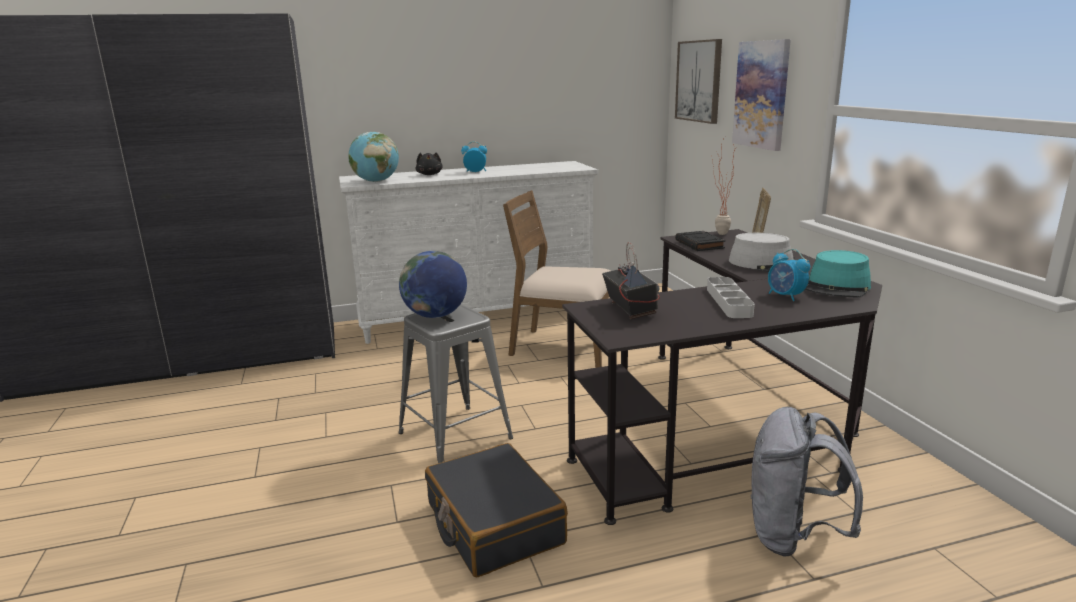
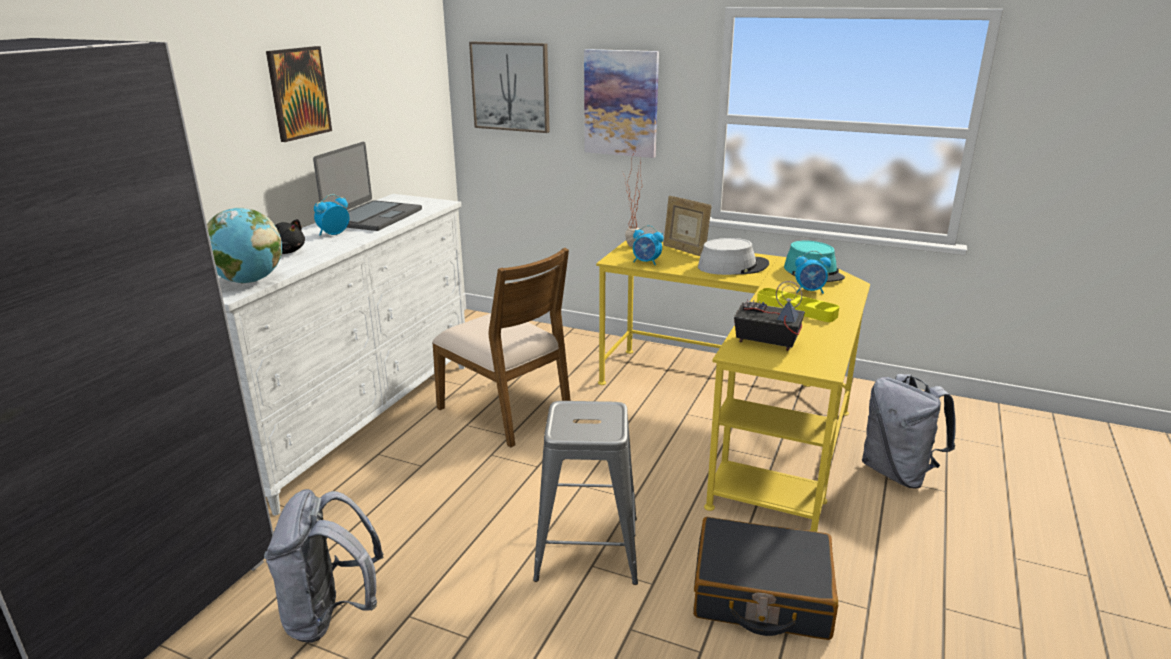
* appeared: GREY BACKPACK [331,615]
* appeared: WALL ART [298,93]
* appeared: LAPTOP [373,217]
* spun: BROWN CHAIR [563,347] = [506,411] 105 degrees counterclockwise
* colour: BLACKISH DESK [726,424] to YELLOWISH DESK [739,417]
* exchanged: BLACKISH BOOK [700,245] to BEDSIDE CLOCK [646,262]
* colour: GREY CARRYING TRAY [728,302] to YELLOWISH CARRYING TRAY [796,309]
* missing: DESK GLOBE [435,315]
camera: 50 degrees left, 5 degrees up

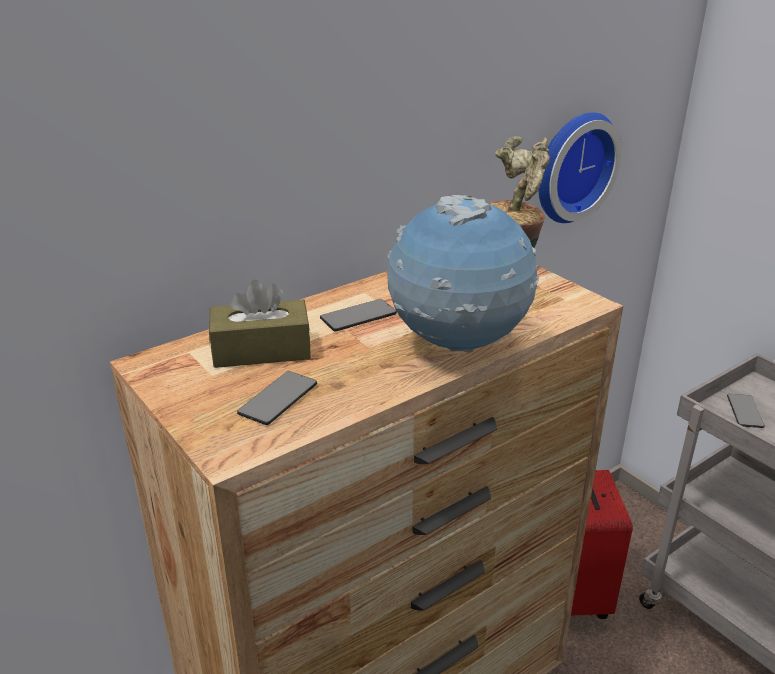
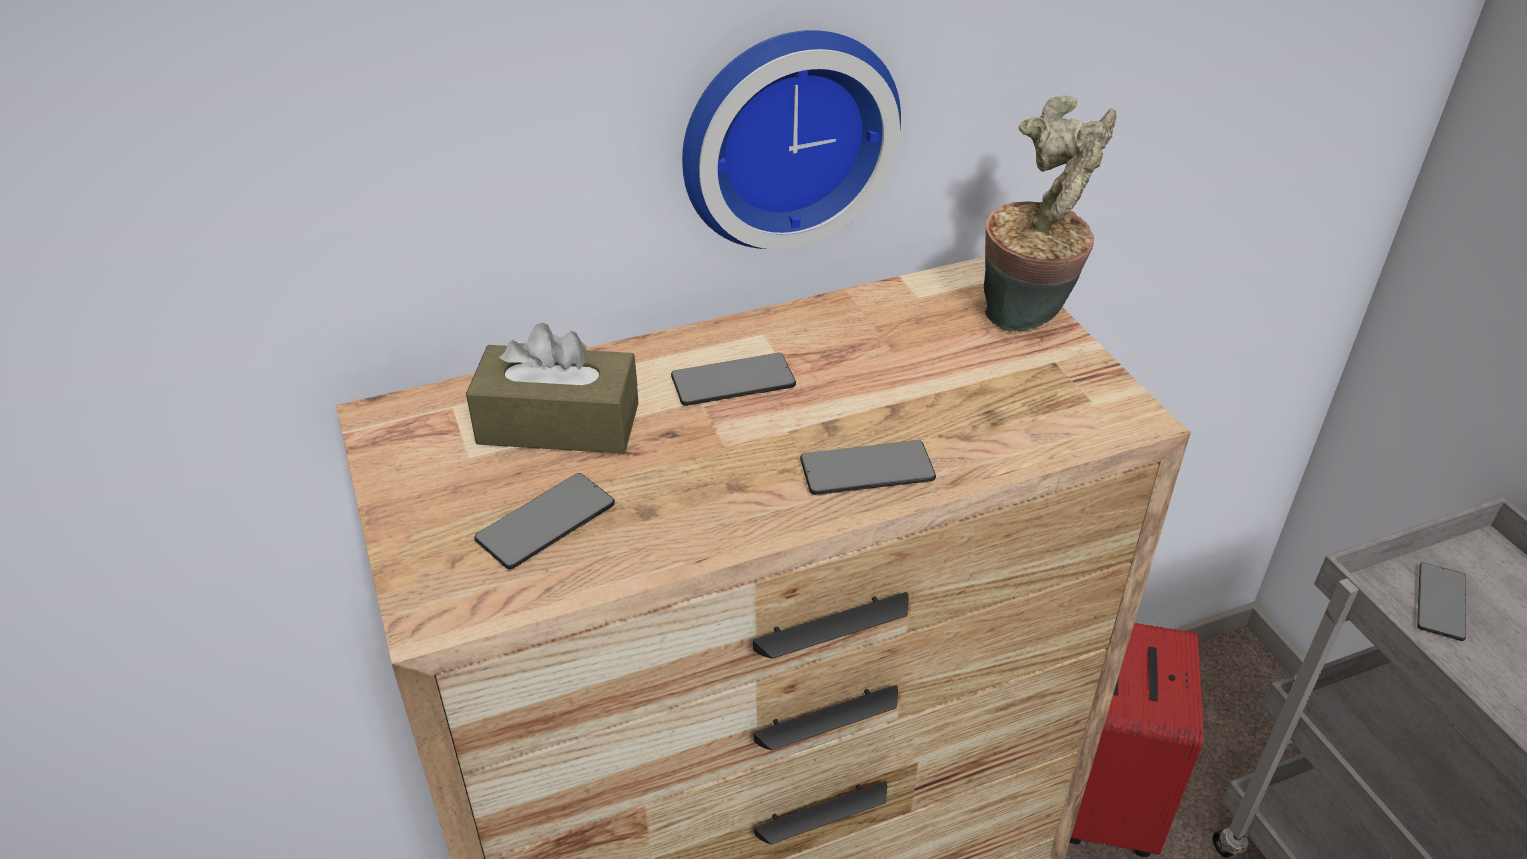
* relocated: CLOCK ON THE WALL [571,166] to [785,135]
* exchanged: DESK GLOBE [458,346] to TELEPHONE [867,470]
camera: 15 degrees right, 10 degrees up

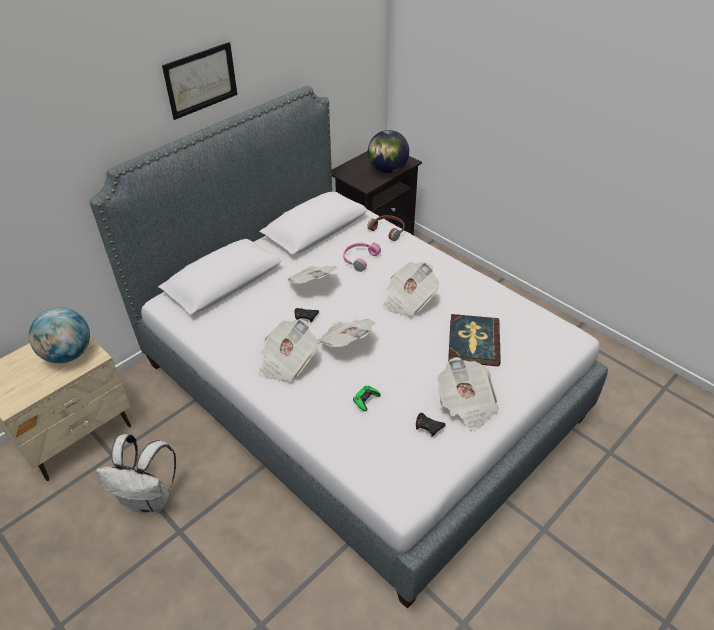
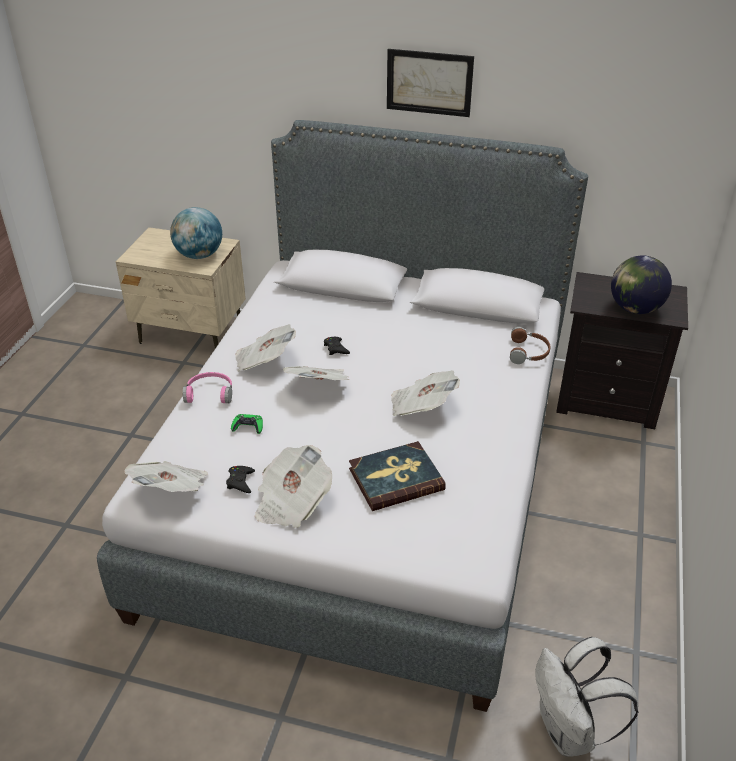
* relocated: DAILY PAPER [312,284] to [172,490]
* relocated: PINK-COLOURED HEADPHONES [359,259] to [210,393]
* relocated: WHITISH BACKPACK [149,500] to [569,731]
camera: 60 degrees right, 5 degrees down

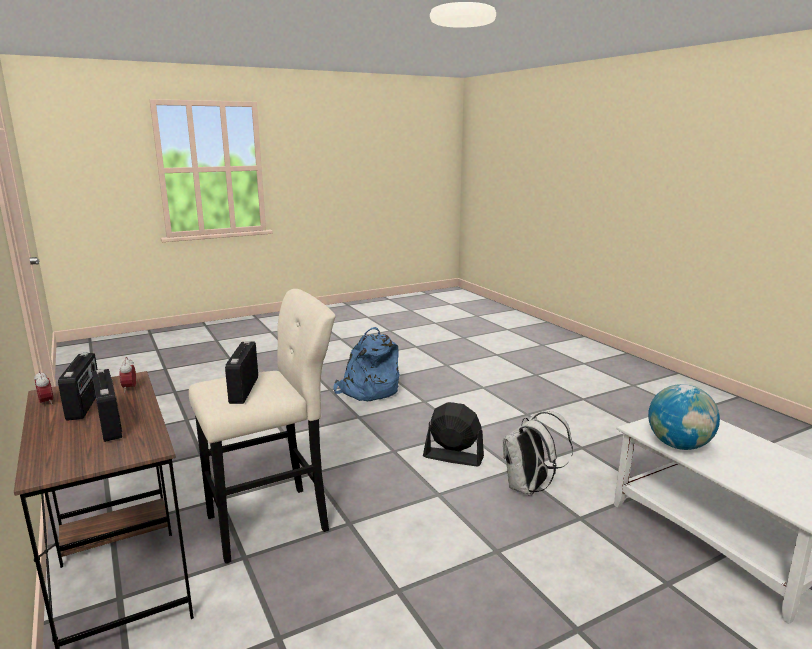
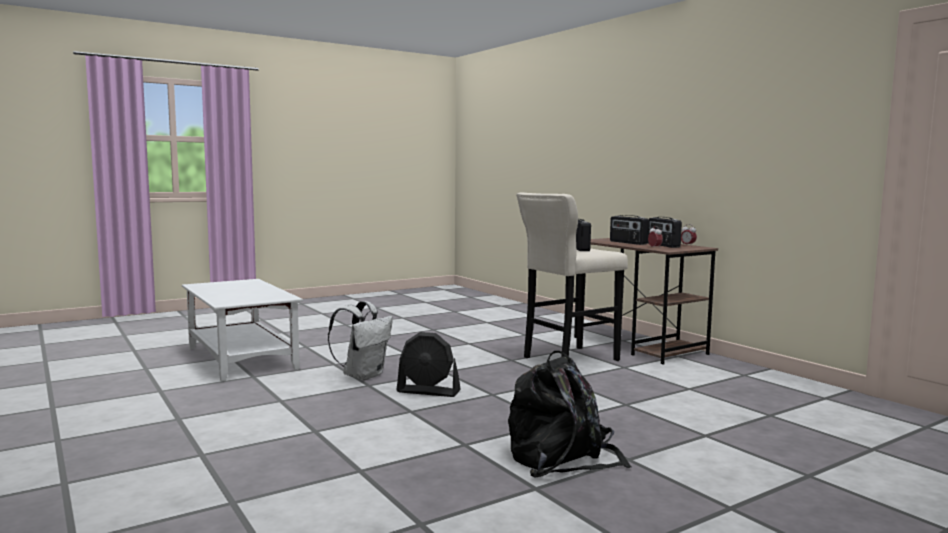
* colour: BLUE BACKPACK [368,391] to BLACKISH BACKPACK [562,458]
* missing: DESK GLOBE [678,445]
camera: 175 degrees right, 10 degrees down

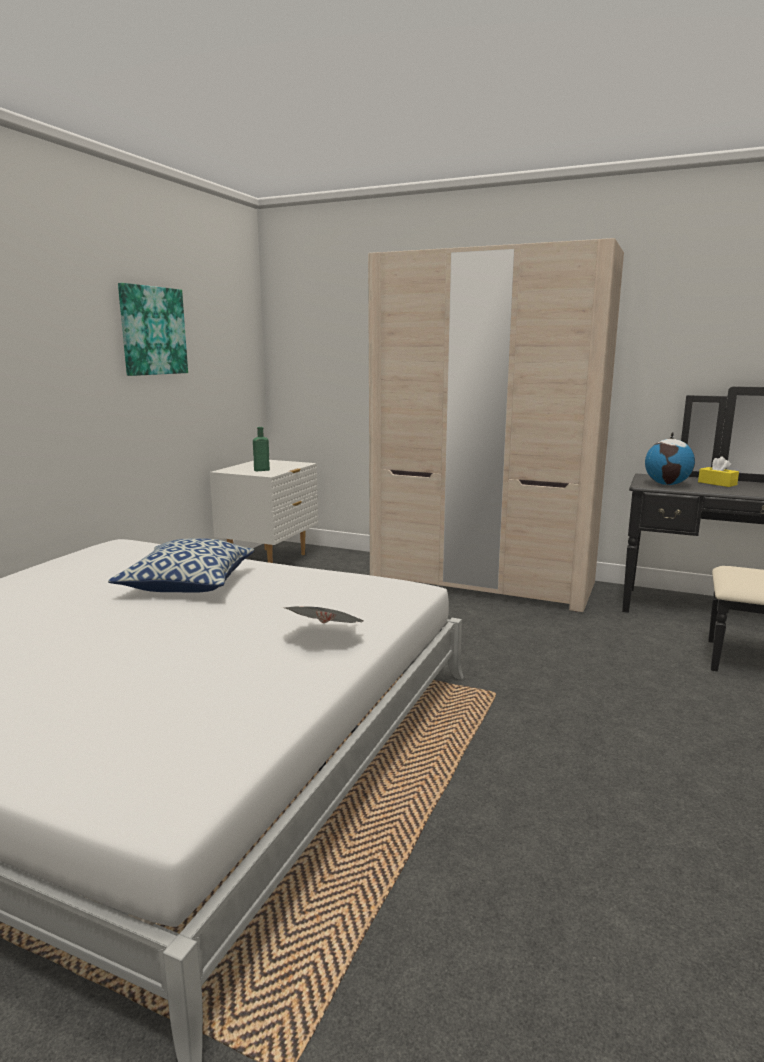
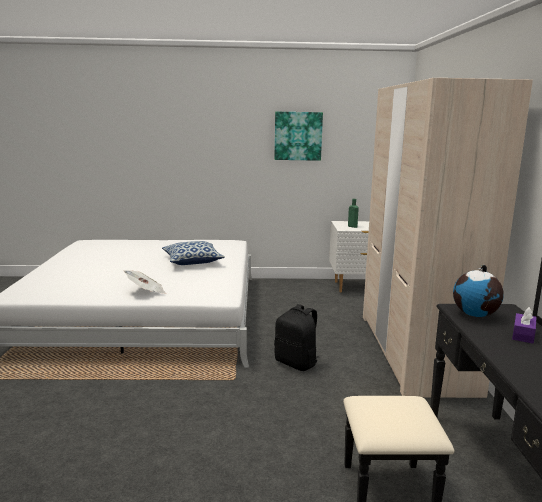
* appeared: BLACKISH BACKPACK [296,363]
* colour: YELLOWISH TISSUE HOLDER [717,483] to PURPLISH TISSUE HOLDER [523,335]
camera: 65 degrees right, 0 degrees up

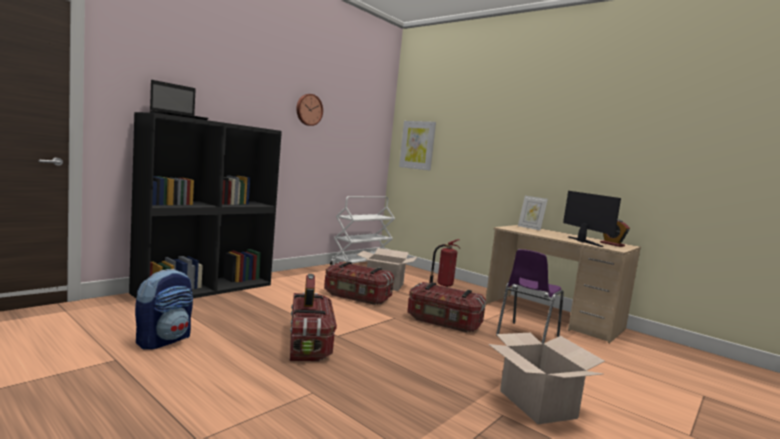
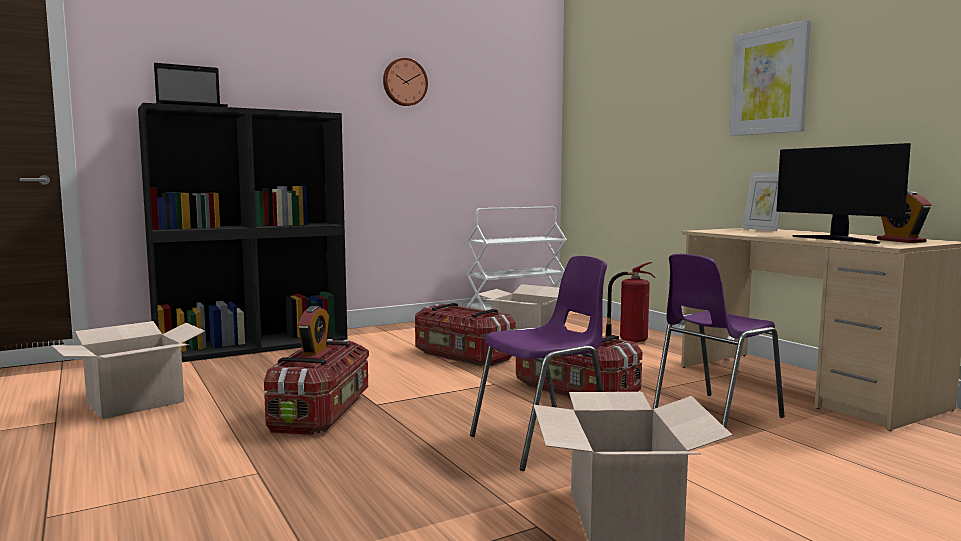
* exchanged: BACKPACK [164,340] to PACKING BOX [135,403]
* appeared: PURPLISH CHAIR [544,442]
* relocated: WALL ART [417,145] to [769,81]
* spun: COMPUTER SCREEN [583,241] = [835,239] 150 degrees clockwise
camera: 20 degrees right, 0 degrees up

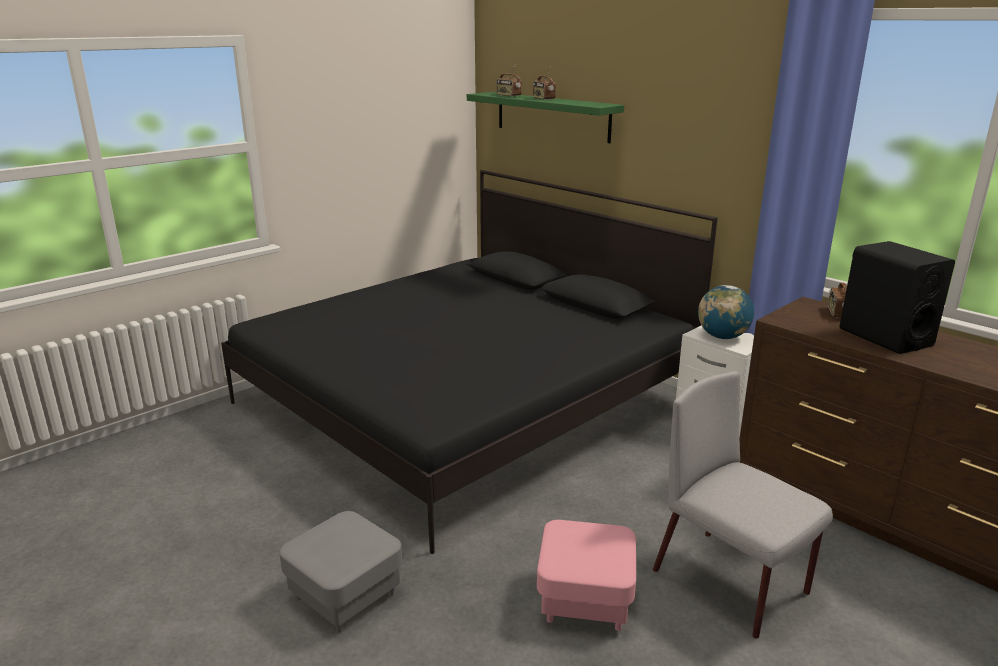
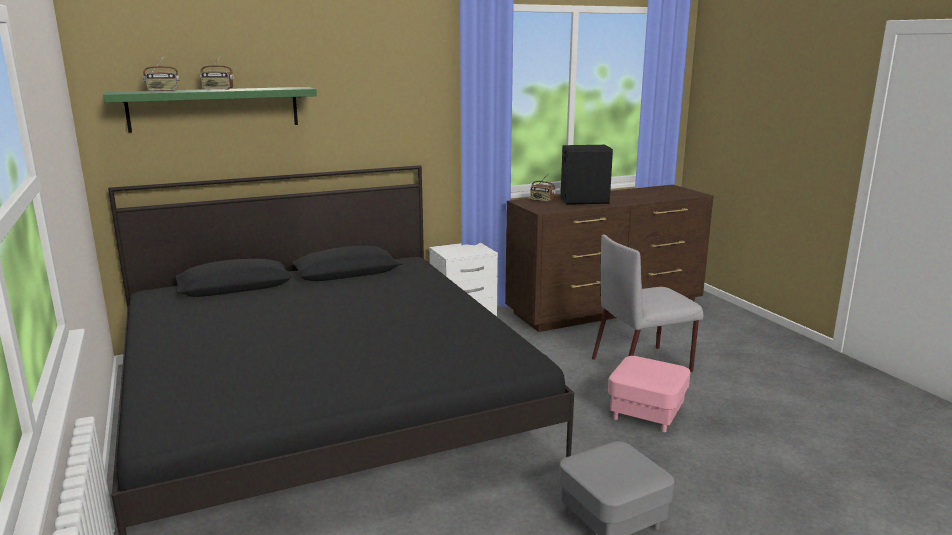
* missing: DESK GLOBE [722,337]
camera: 70 degrees left, 5 degrees down

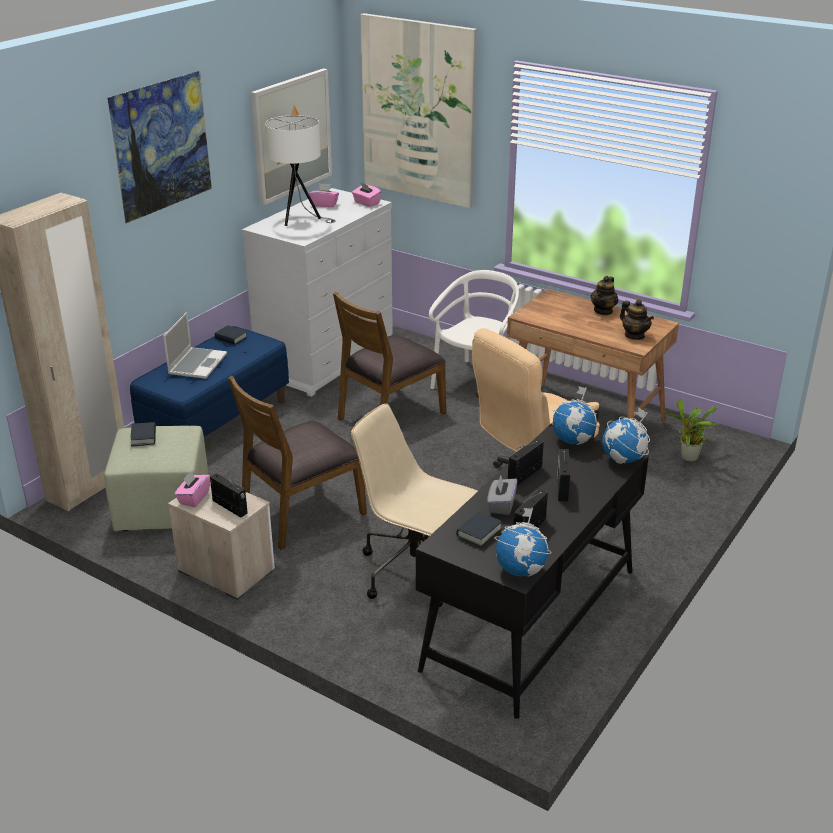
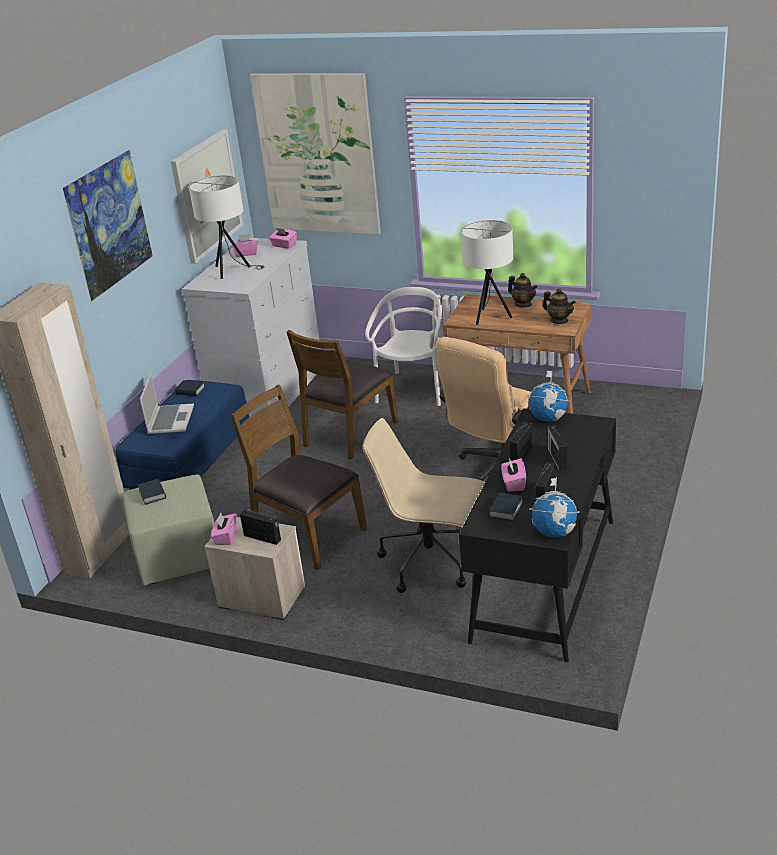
* spun: BROWN CHAIR [301,513] = [307,534] 90 degrees clockwise
* appeared: WHITISH LAMP FOR A TABLE [490,317]
* colour: GREY TISSUE HOLDER [501,505] to PINK-COLOURED TISSUE HOLDER [513,483]
* spun: POT FOR TEA [603,311] = [523,304] 60 degrees counterclockwise
* missing: DESK GLOBE [623,460]
* missing: HOUSEPLANT [687,459]
camera: 10 degrees left, 0 degrees up

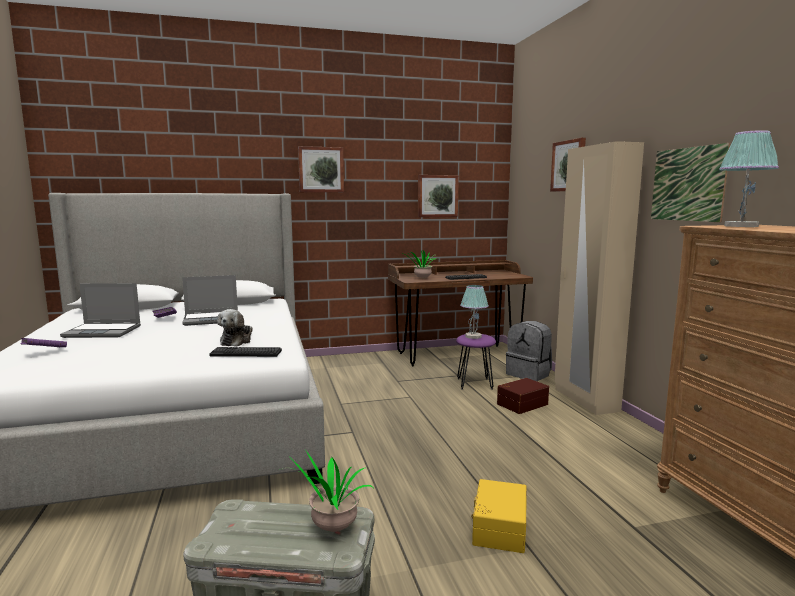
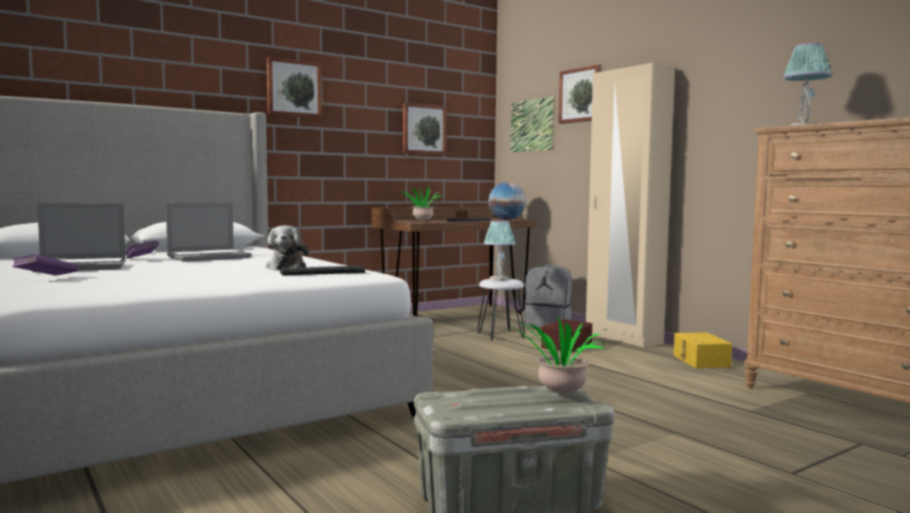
* colour: PURPLISH SITTING STOOL [474,384] to WHITISH SITTING STOOL [500,335]
* appeared: DESK GLOBE [506,220]
* relocated: WALL ART [687,184] to [532,125]
* relocated: YELLOWISH STORAGE CONTAINER [498,527] to [700,361]
camera: 20 degrees left, 5 degrees down

